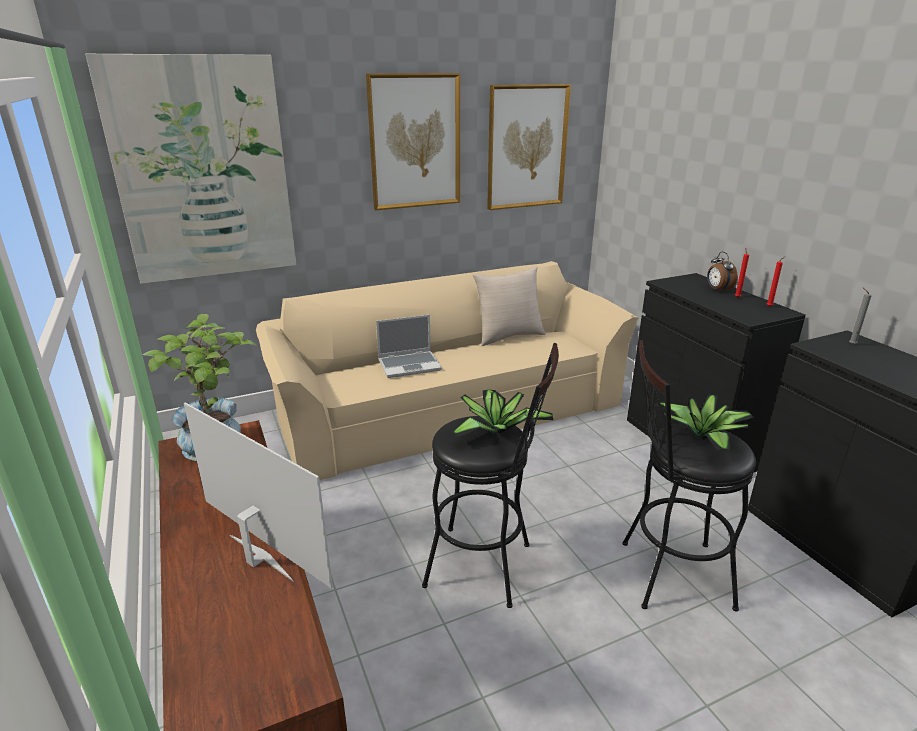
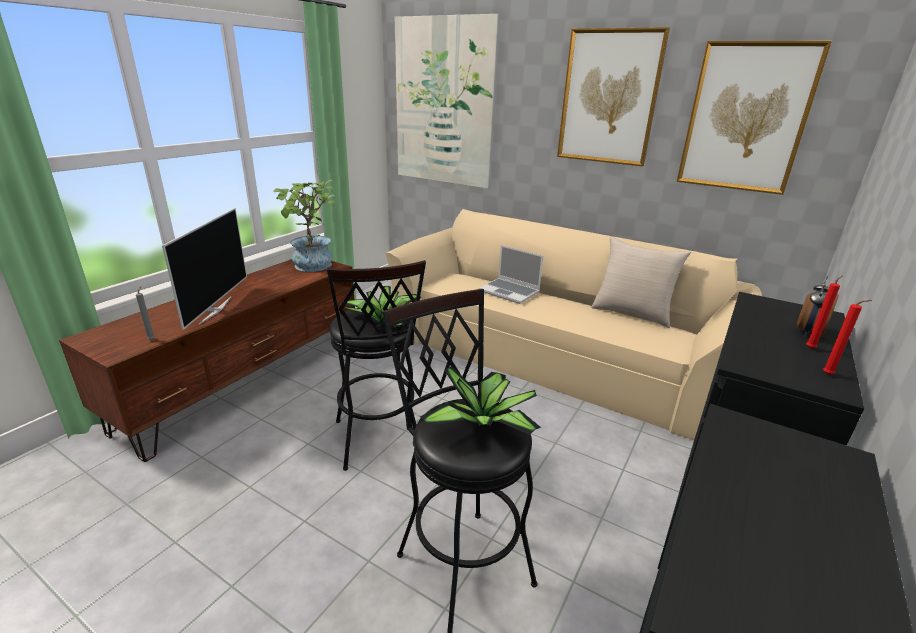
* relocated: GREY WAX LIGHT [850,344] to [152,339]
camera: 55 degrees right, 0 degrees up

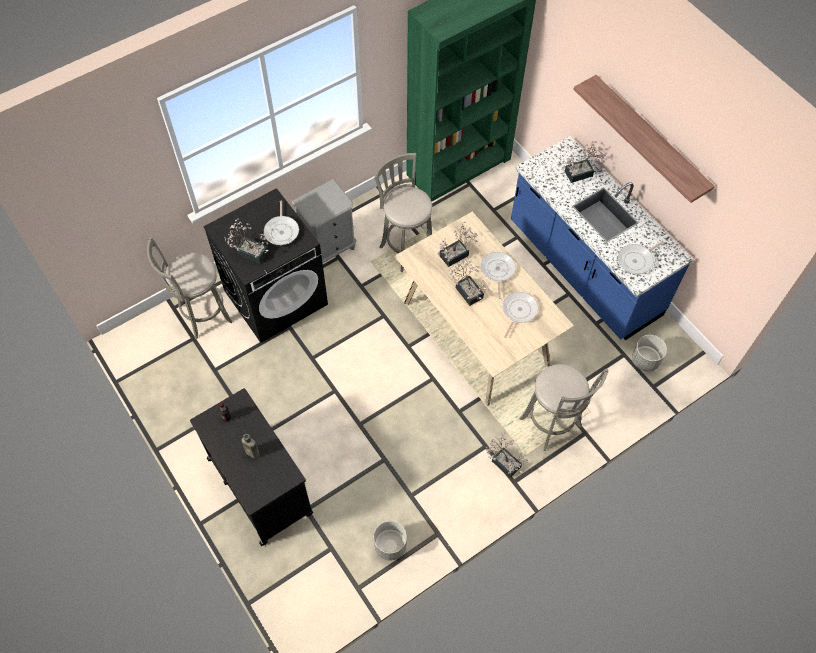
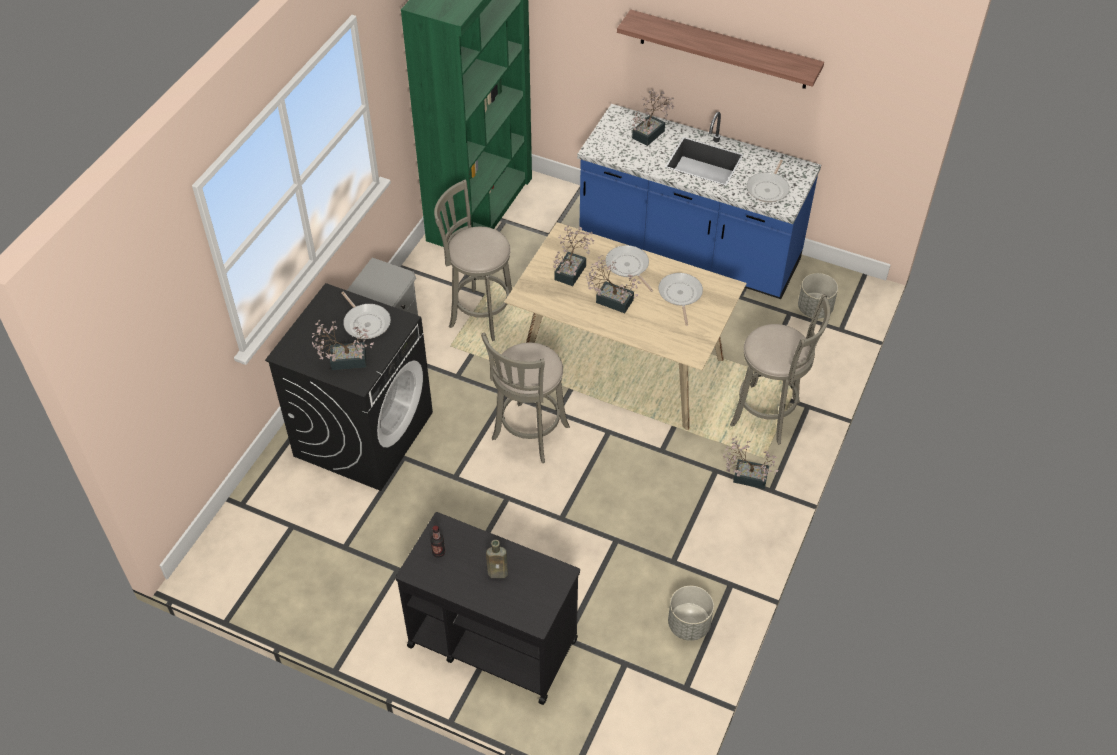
* relocated: GREY SITTING STOOL [202,315] to [528,435]
camera: 30 degrees left, 10 degrees down

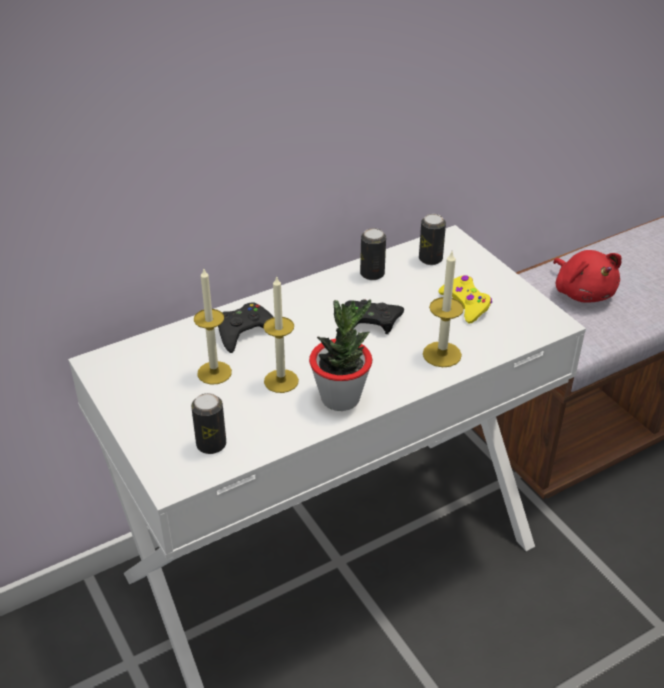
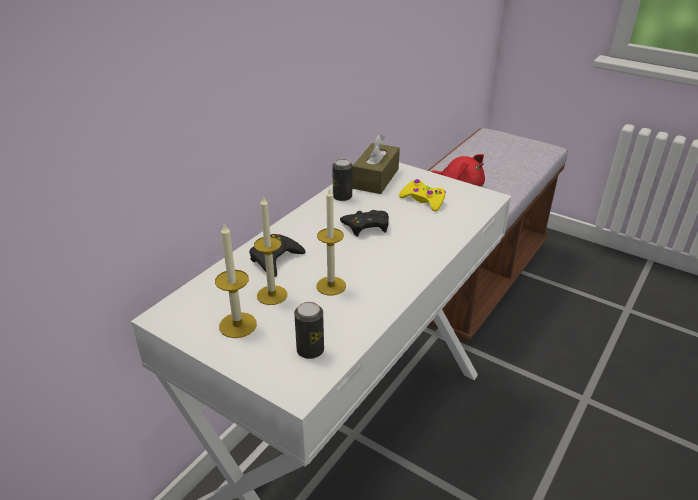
* relocated: WAX LIGHT [442,354] to [238,325]
* exchanged: METAL CAN [430,259] to BROWN TISSUE HOLDER [375,178]
* missing: HOUSEPLANT [340,398]
camera: 25 degrees left, 5 degrees down

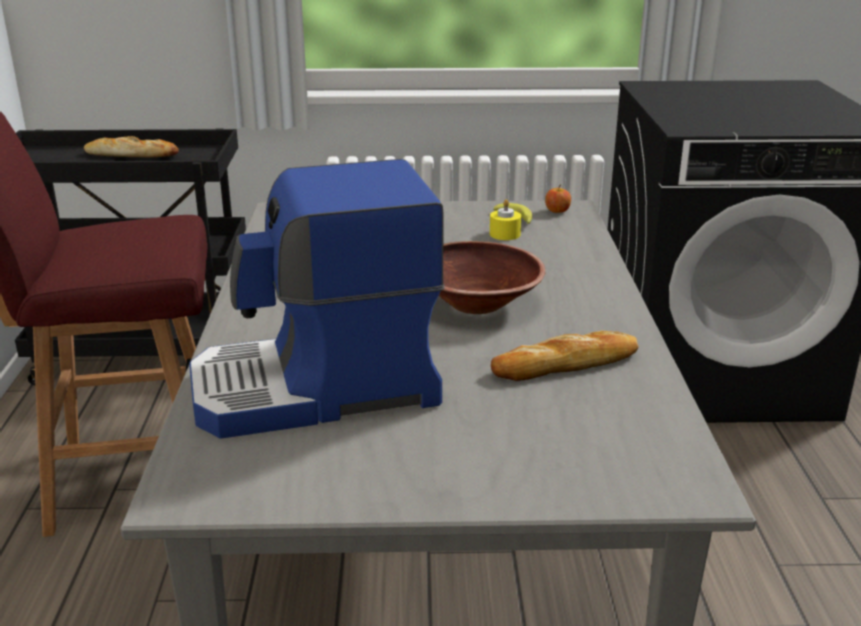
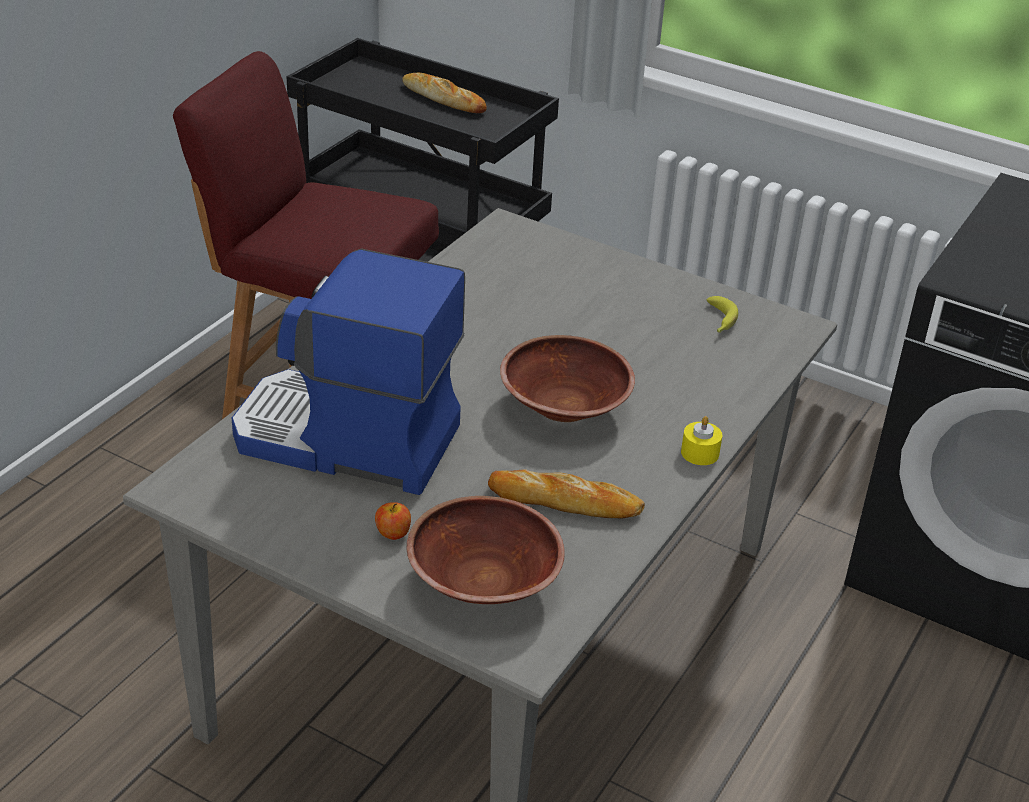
* relocated: WHOLE APPLE [557,211] to [393,533]
* appeared: BROWN BOWL [483,582]
* relocated: YELLOWISH WAX LIGHT [505,234] to [700,453]
camera: 30 degrees right, 10 degrees up

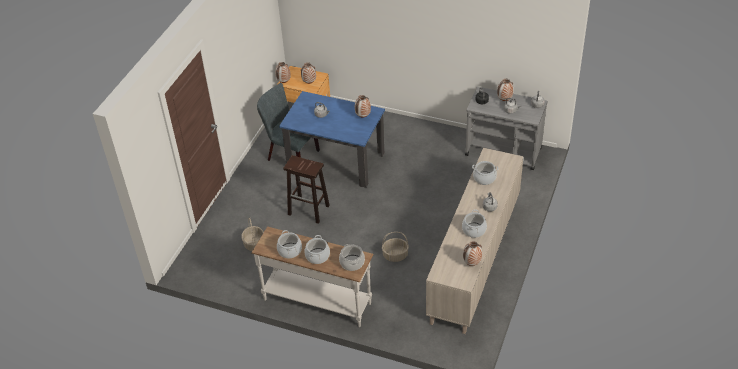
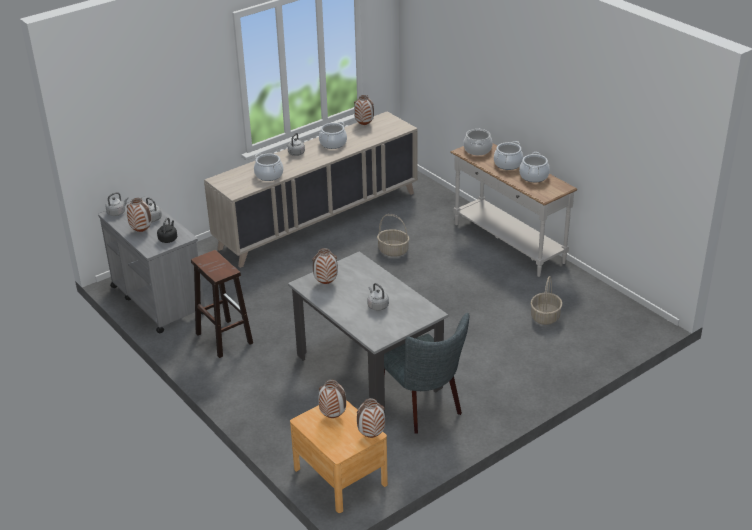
* relocated: BROWN SITTING STOOL [309,210] to [223,338]
* colour: BLUE DINNER TABLE [336,161] to GREY DINNER TABLE [368,372]
camera: 150 degrees left, 10 degrees down

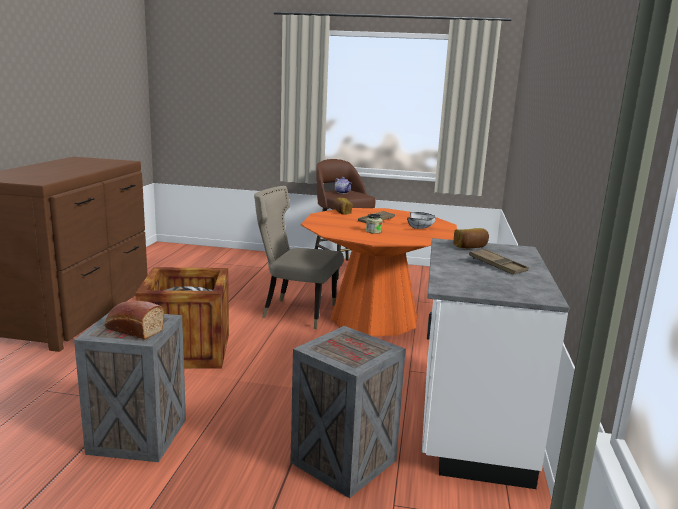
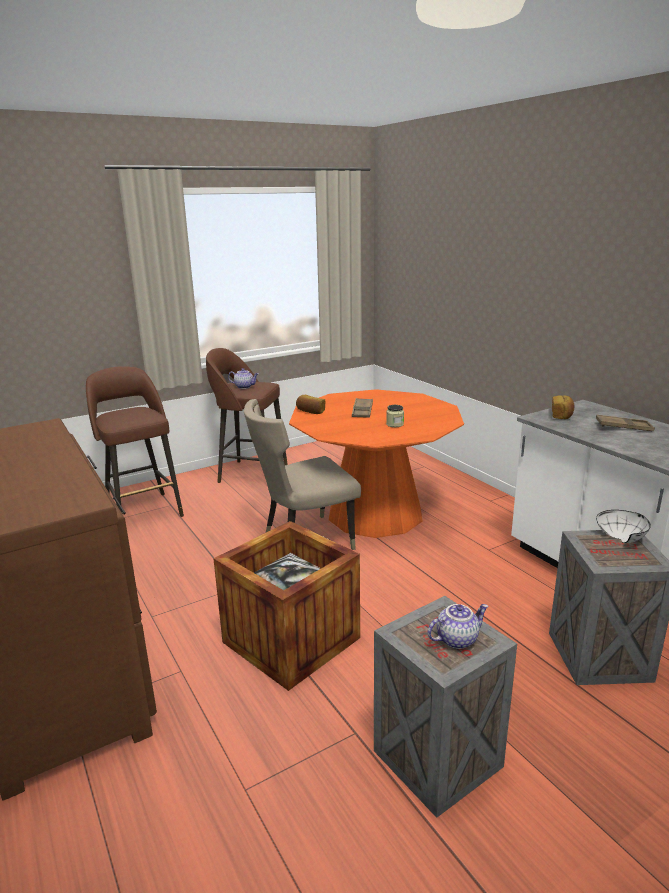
* appeared: BROWN SITTING STOOL [143,511]
* exchanged: BAKERY BREAD [132,330] to POT FOR TEA [456,639]
* relocated: WHITISH BOWL [420,228] to [623,537]
camera: 40 degrees left, 5 degrees up

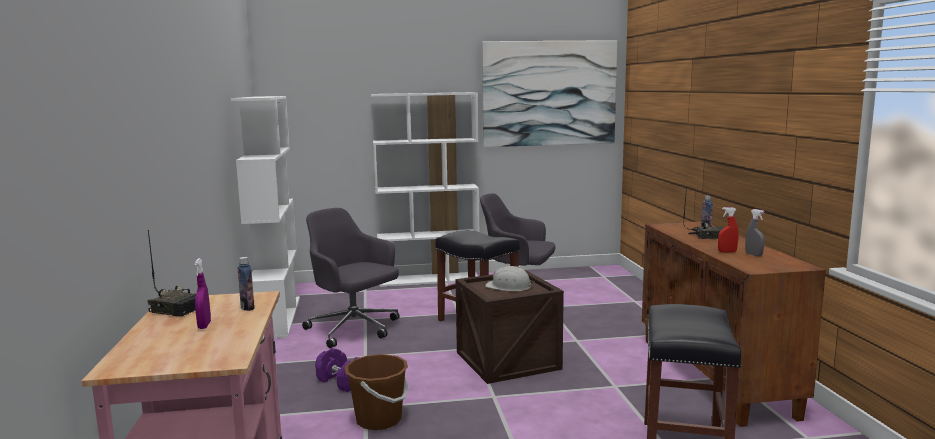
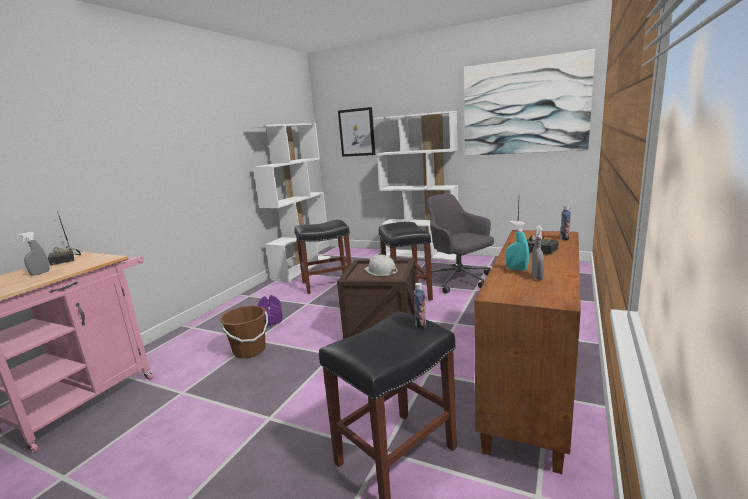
* colour: PURPLISH SPRAYER [204,325] to GREY SPRAYER [40,273]
* exchanged: GREY DESK CHAIR [354,329] to BLACKISH SITTING STOOL [328,283]
* appeared: WALL ART [357,132]
* relocated: BOTTLE [247,308] to [420,324]
* colour: REDDISH SPRAYER [727,252] to BLUE-GREEN SPRAYER [516,269]
camera: 35 degrees right, 5 degrees up

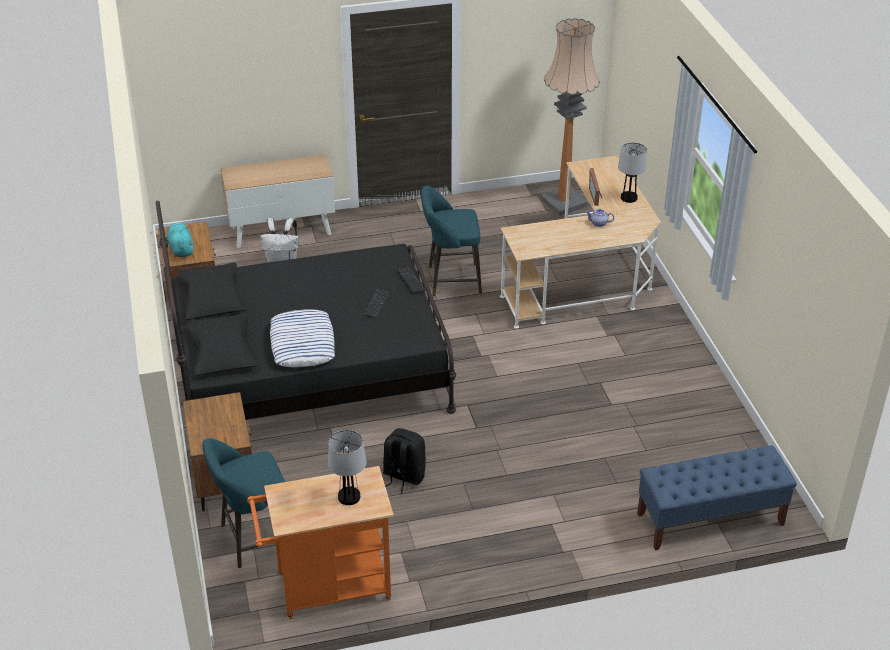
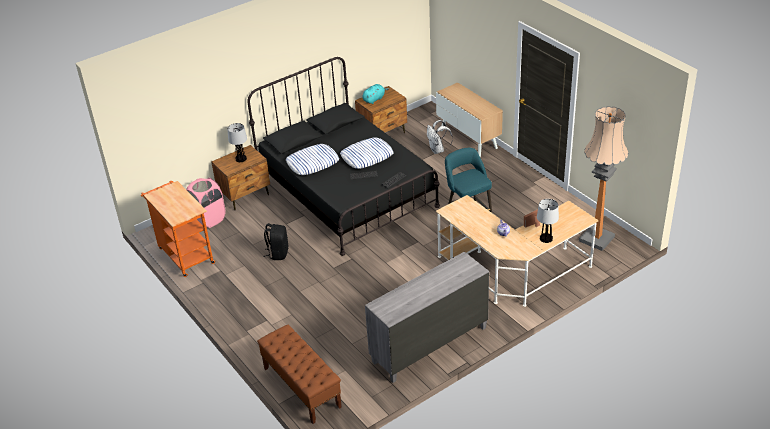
* exchanged: BLUE-GREEN SITTING STOOL [254,539] to PINK-COLOURED HAMPER [209,219]
* relocated: LAMP FOR A TABLE [349,497] to [241,159]
* colour: BLUE INDOOR BENCH [709,519] to BROWN INDOOR BENCH [301,387]
* appeared: THROW PILLOW [367,156]
* appeared: GREY DRAWER CHEST [429,345]
camera: 70 degrees right, 0 degrees up

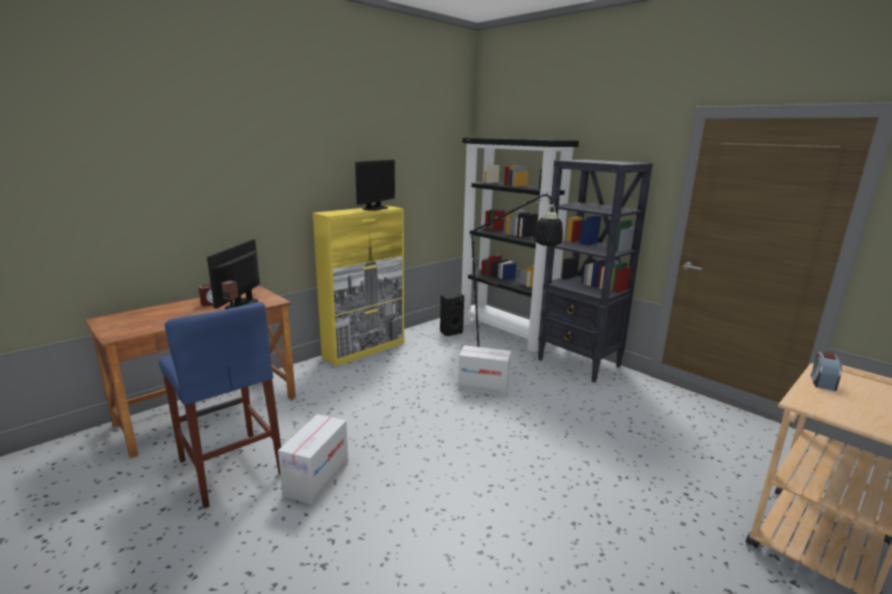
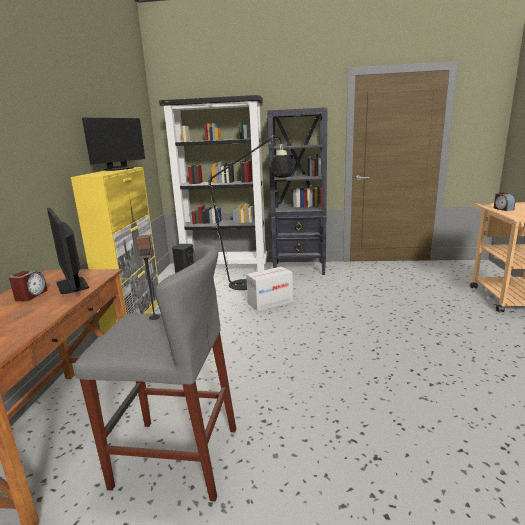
* colour: BLUE SITTING STOOL [230,467] to GREY SITTING STOOL [176,457]
* spun: COMPUTER SCREEN [375,208] = [119,169] 45 degrees clockwise
* missing: PACKING BOX [317,479]
camera: 40 degrees left, 0 degrees up

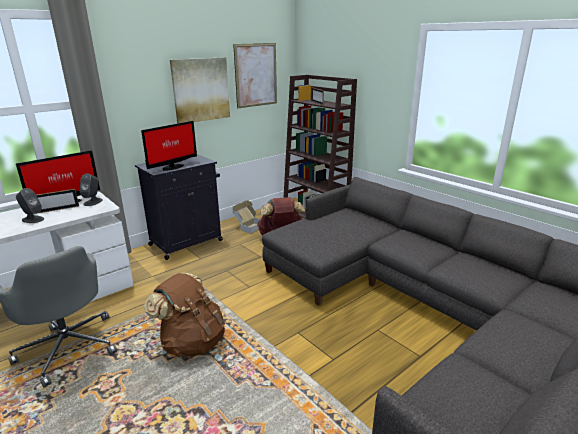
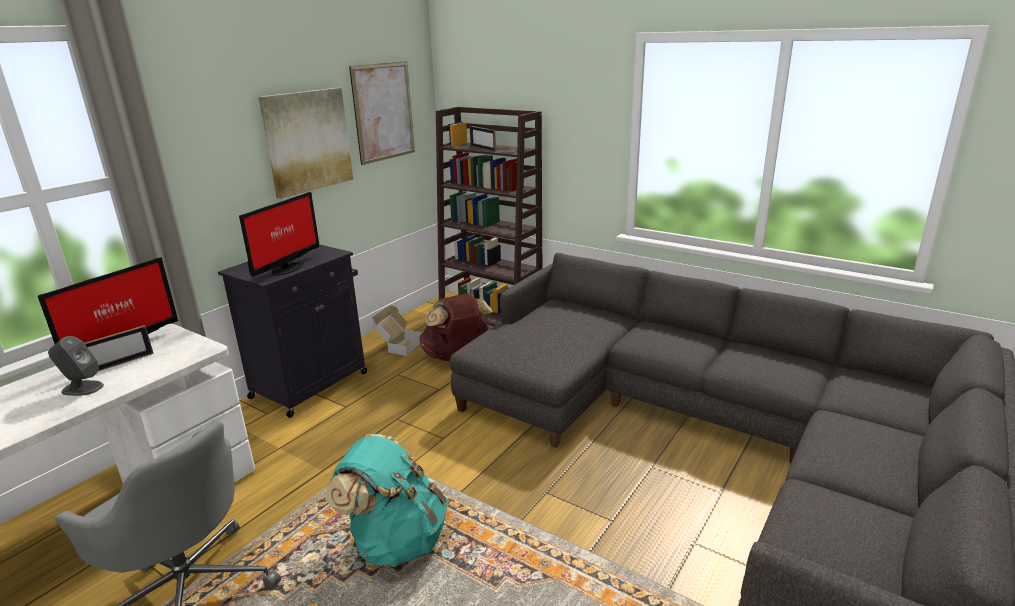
* colour: BROWN BACKPACK [192,342] to BLUE-GREEN BACKPACK [396,540]
* missing: GREY AUDIO SPEAKER [93,202]
camera: 15 degrees left, 0 degrees up

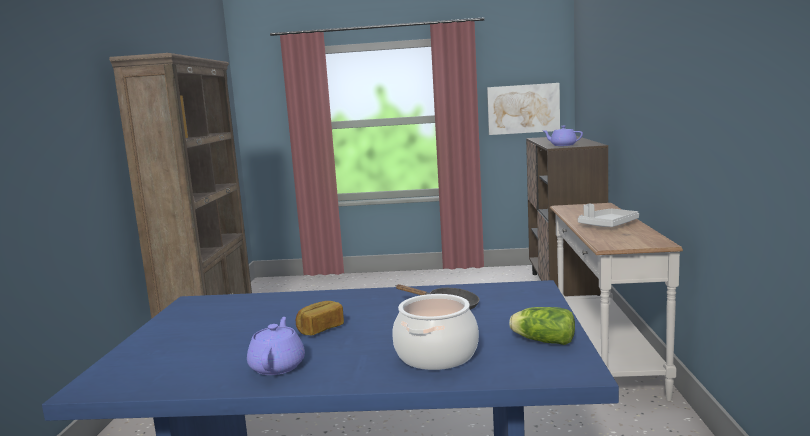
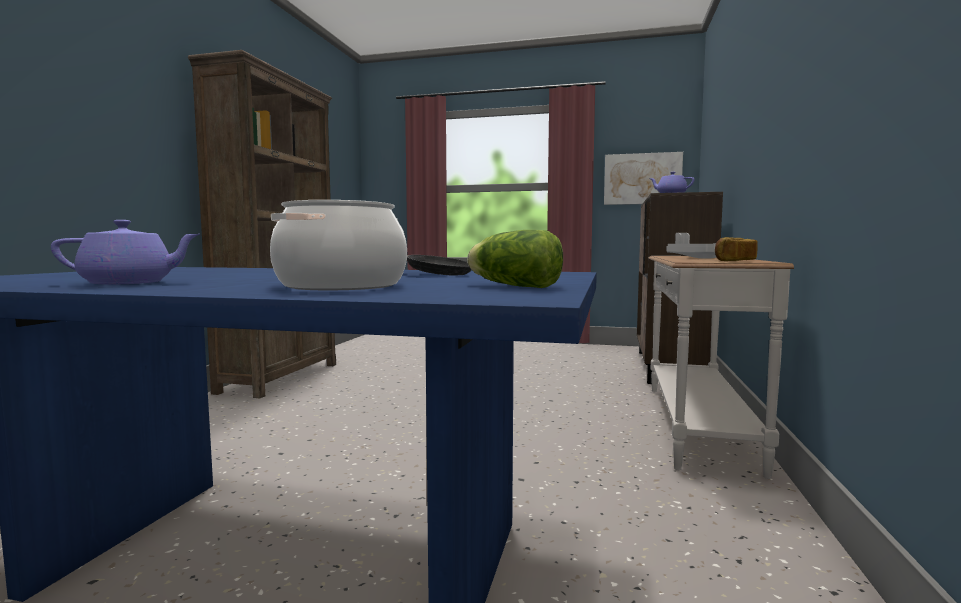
* spun: PURPLISH POT FOR TEA [278,366] = [130,283] 60 degrees clockwise
* relocated: BAKERY BREAD [320,329] to [734,261]
camera: 10 degrees right, 5 degrees down

